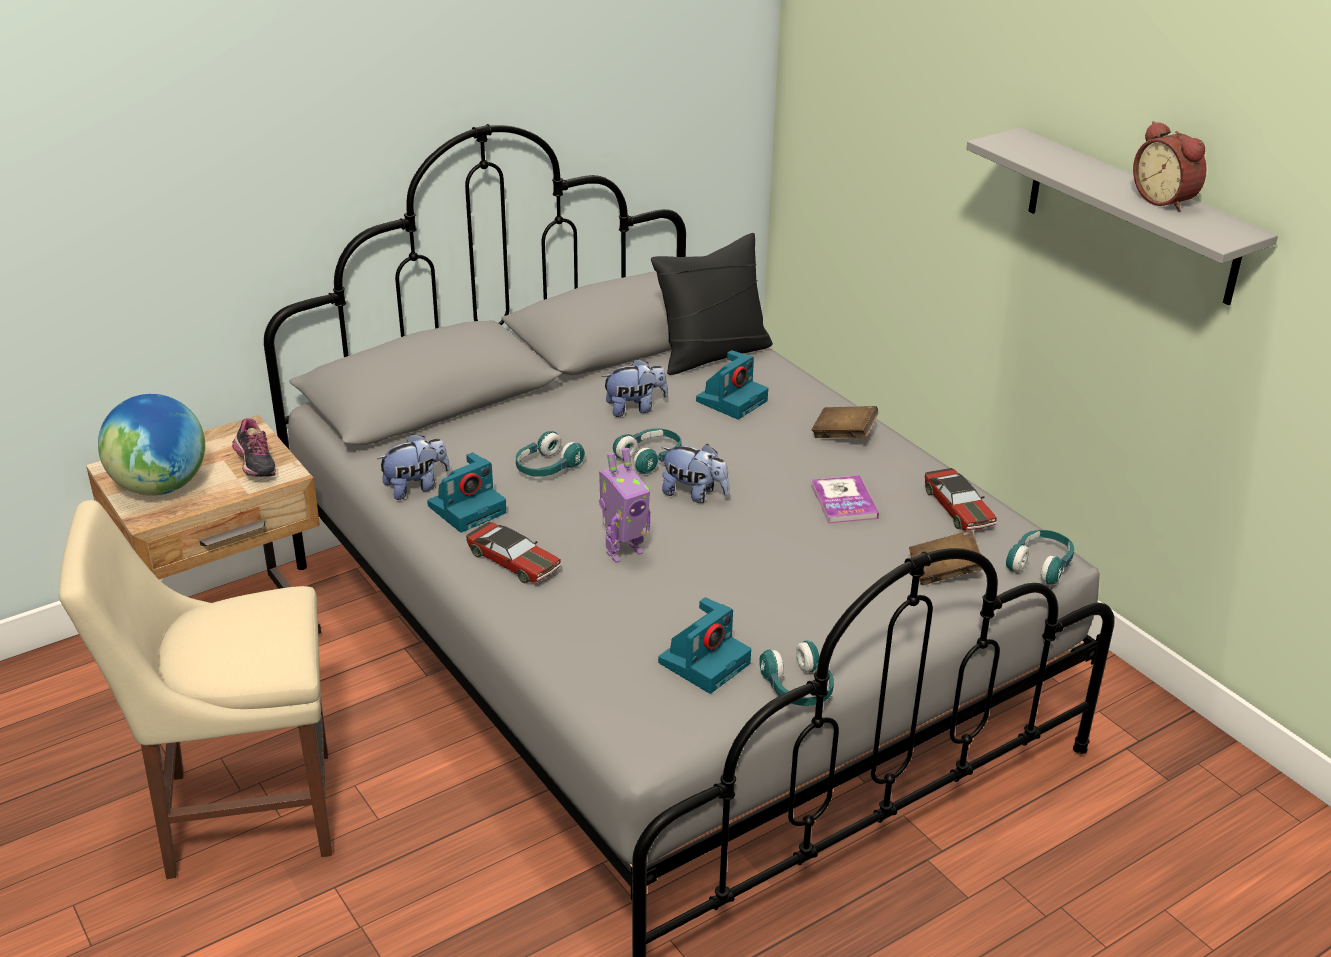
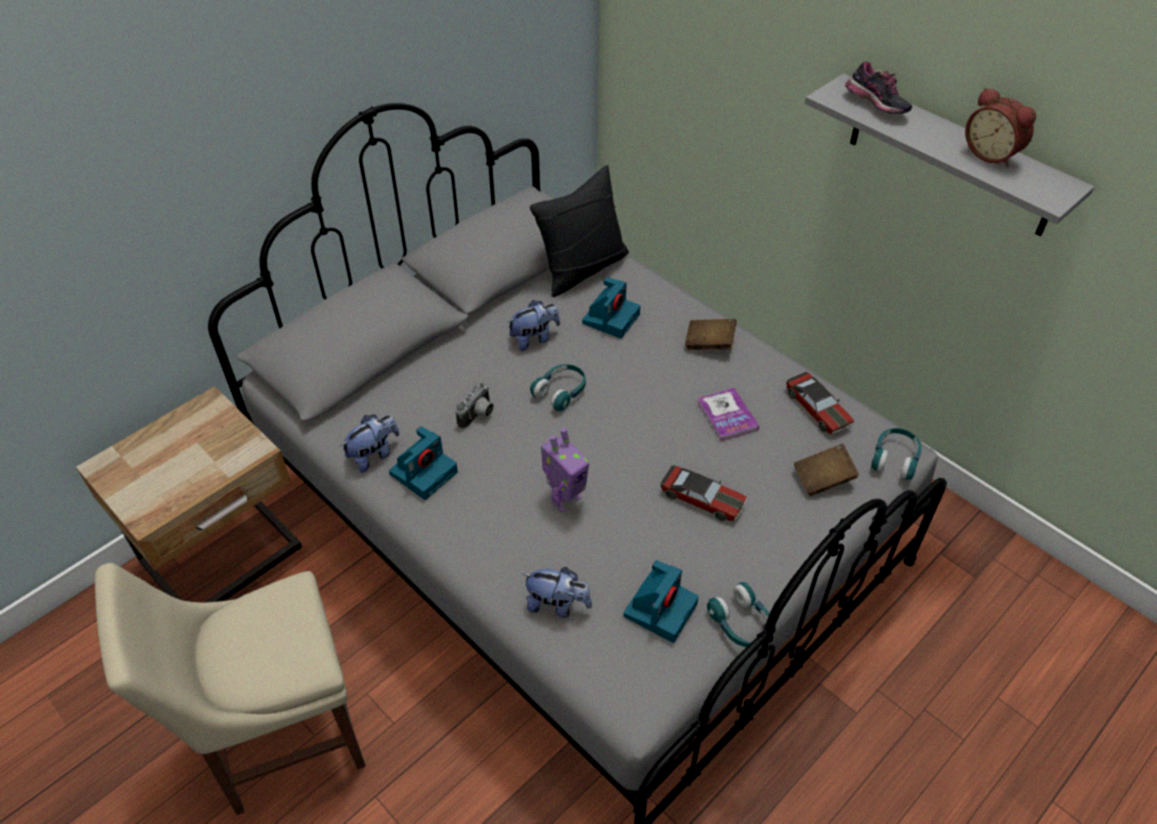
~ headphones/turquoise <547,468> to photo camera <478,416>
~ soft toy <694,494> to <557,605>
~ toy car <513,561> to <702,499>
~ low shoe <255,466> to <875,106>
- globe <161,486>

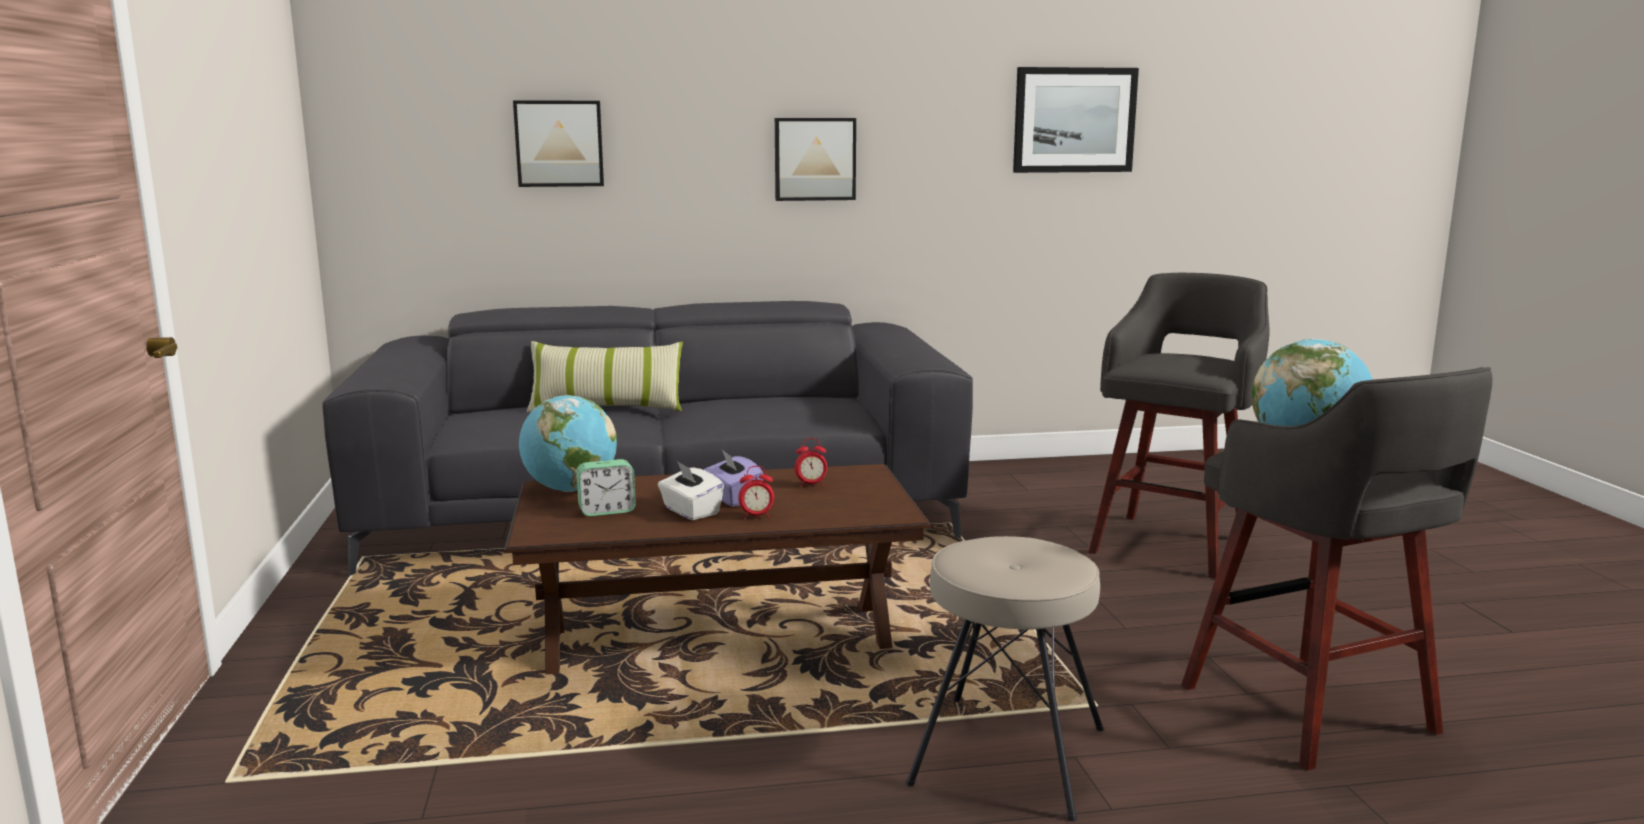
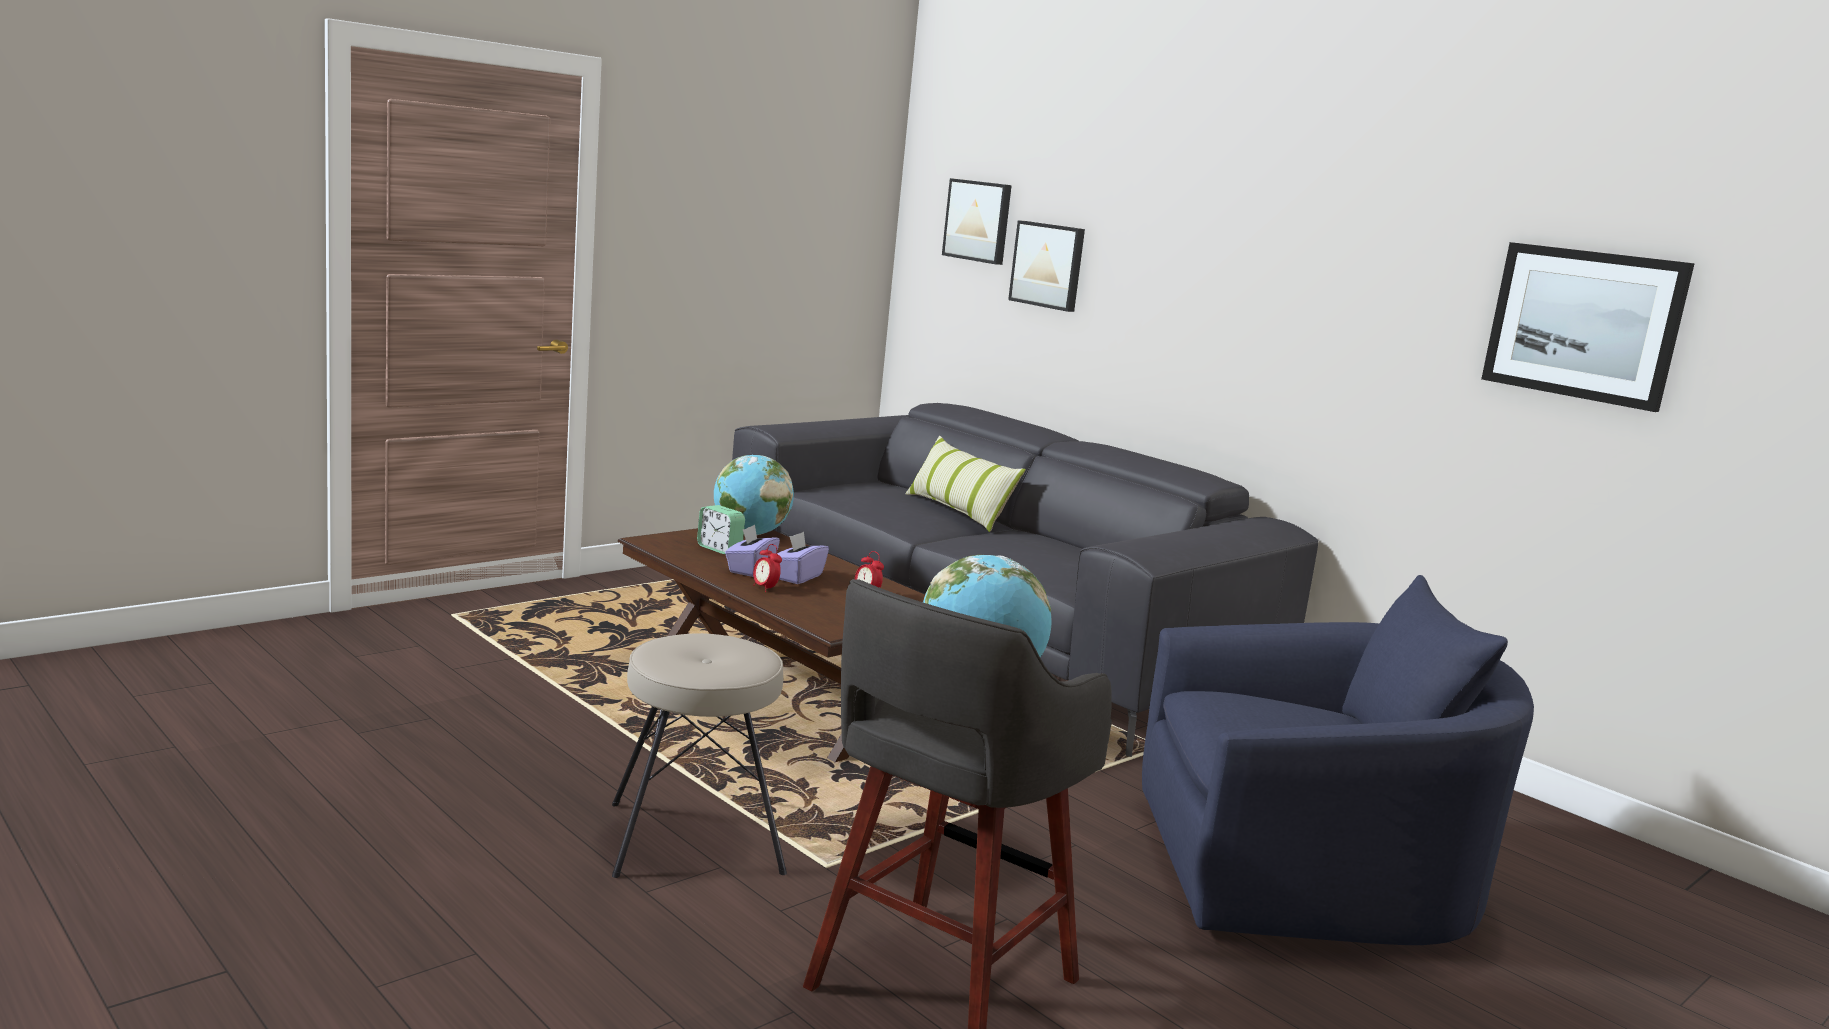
~ tissue holder/whitish <690,511> to tissue holder/purplish <750,569>
~ wall picture <814,159> to <979,221>
~ sitting stool/greyish <1171,543> to armchair/blue-coloured <1304,875>

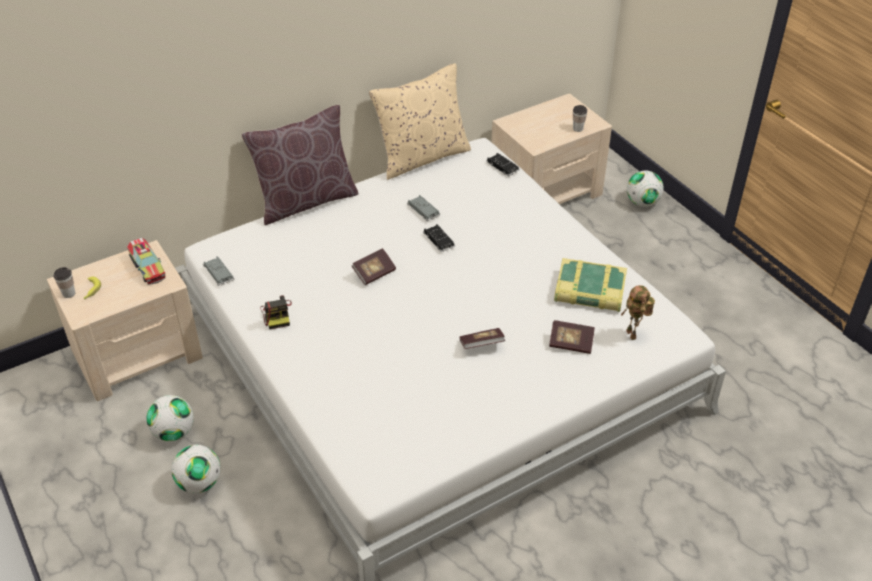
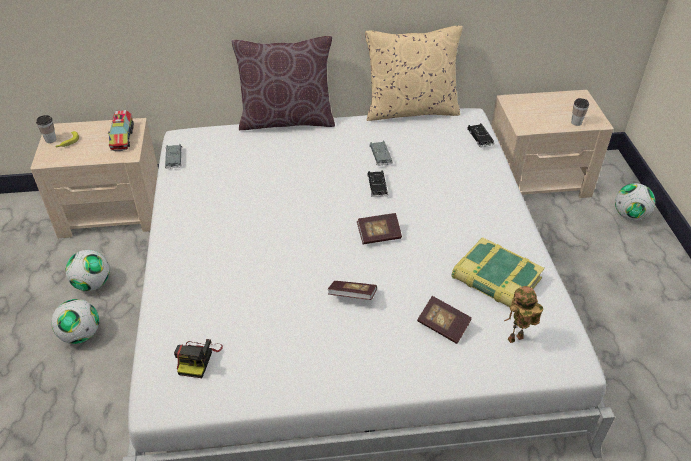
~ photo camera <277,315> to <198,358>
~ book <374,273> to <379,235>
~ toy robot <633,335> = <515,340> 60 degrees clockwise

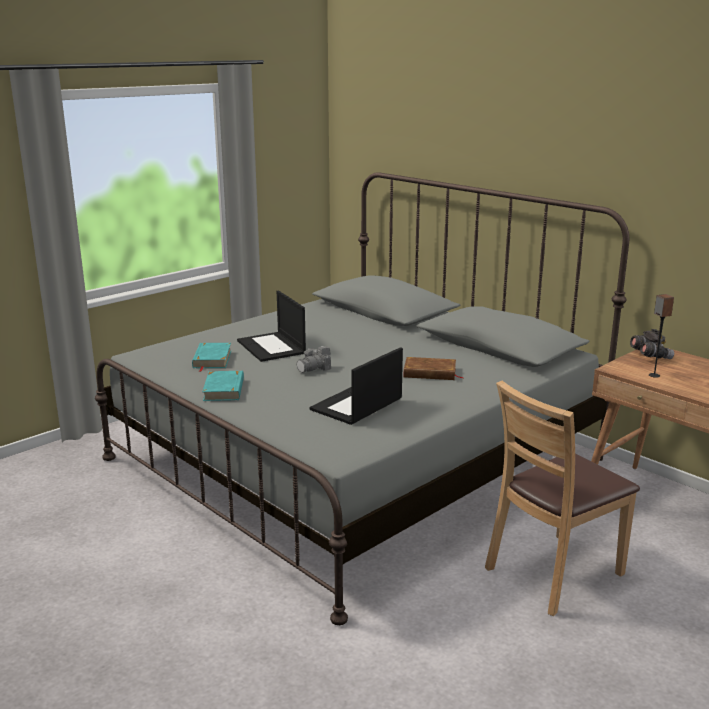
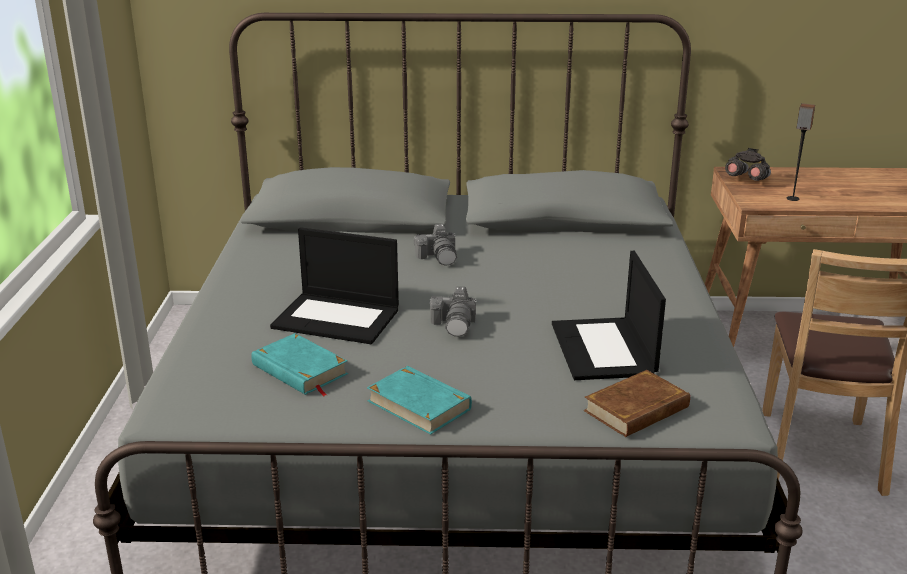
+ photo camera <439,257>
~ book/brown <430,373> to <637,409>

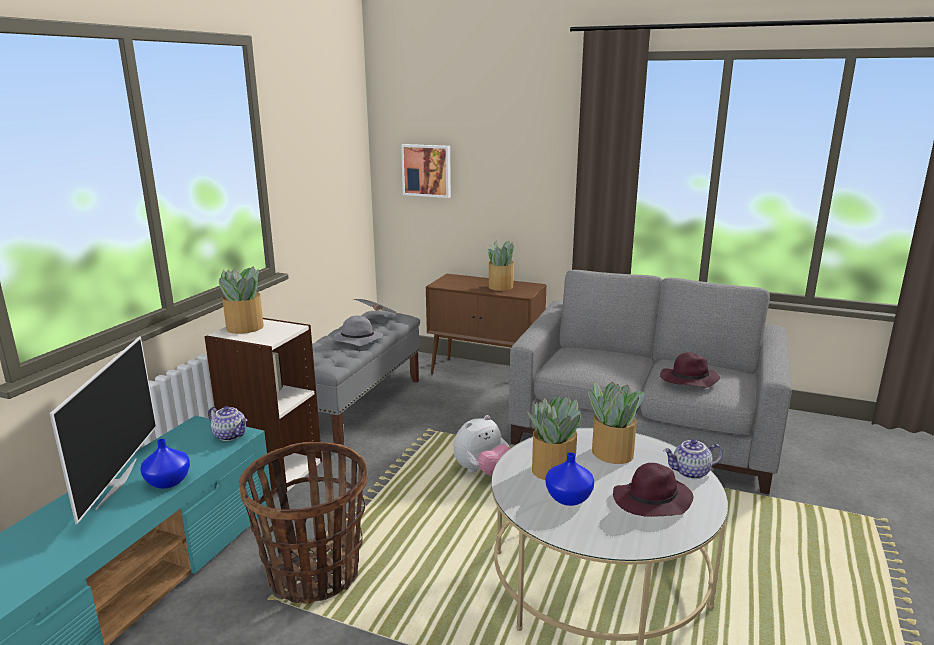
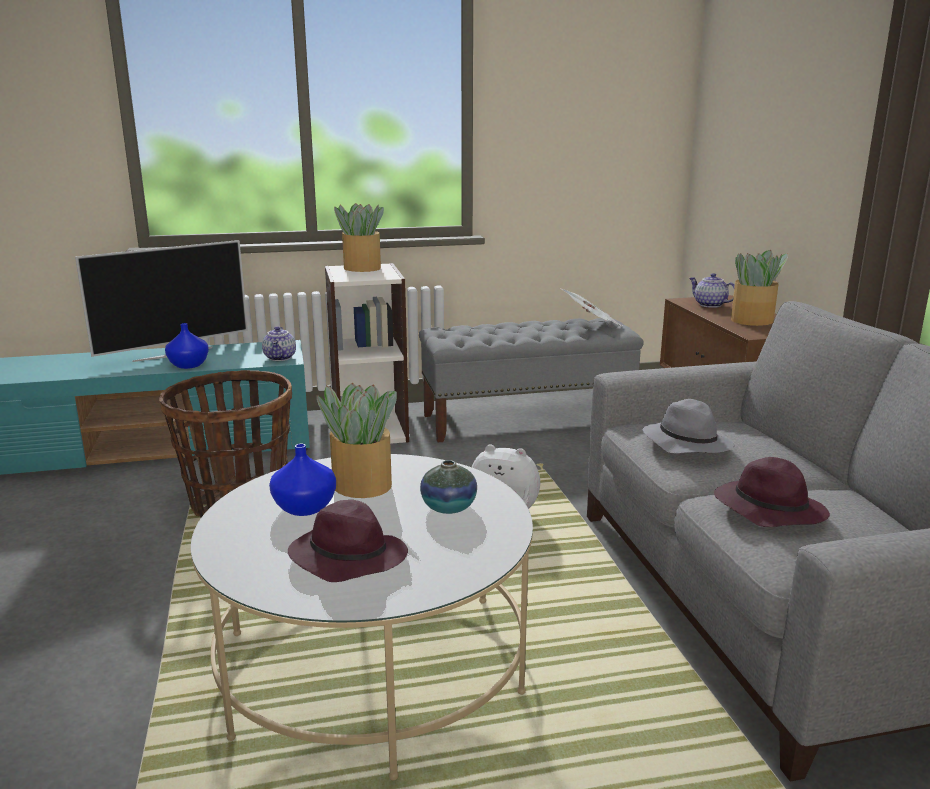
~ plant in a pot <611,452> to decorative vase <448,507>
~ hat/greyish <356,340> to <685,443>
~ teapot <690,473> to <709,305>
- wall picture <427,170>

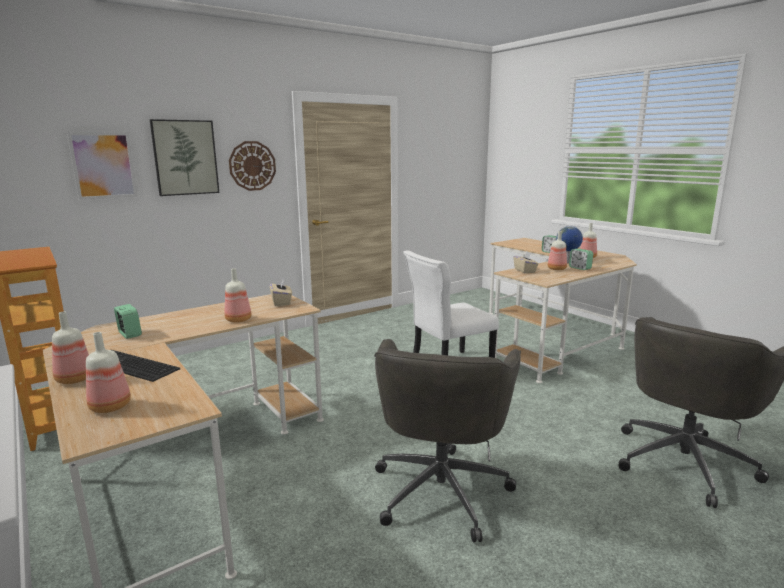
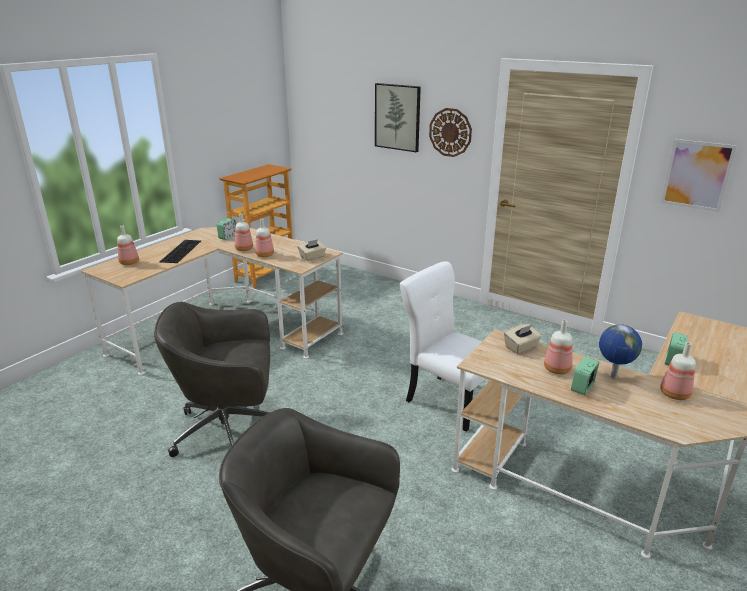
~ bottle <74,380> to <243,249>
~ wall picture <103,165> to <697,175>

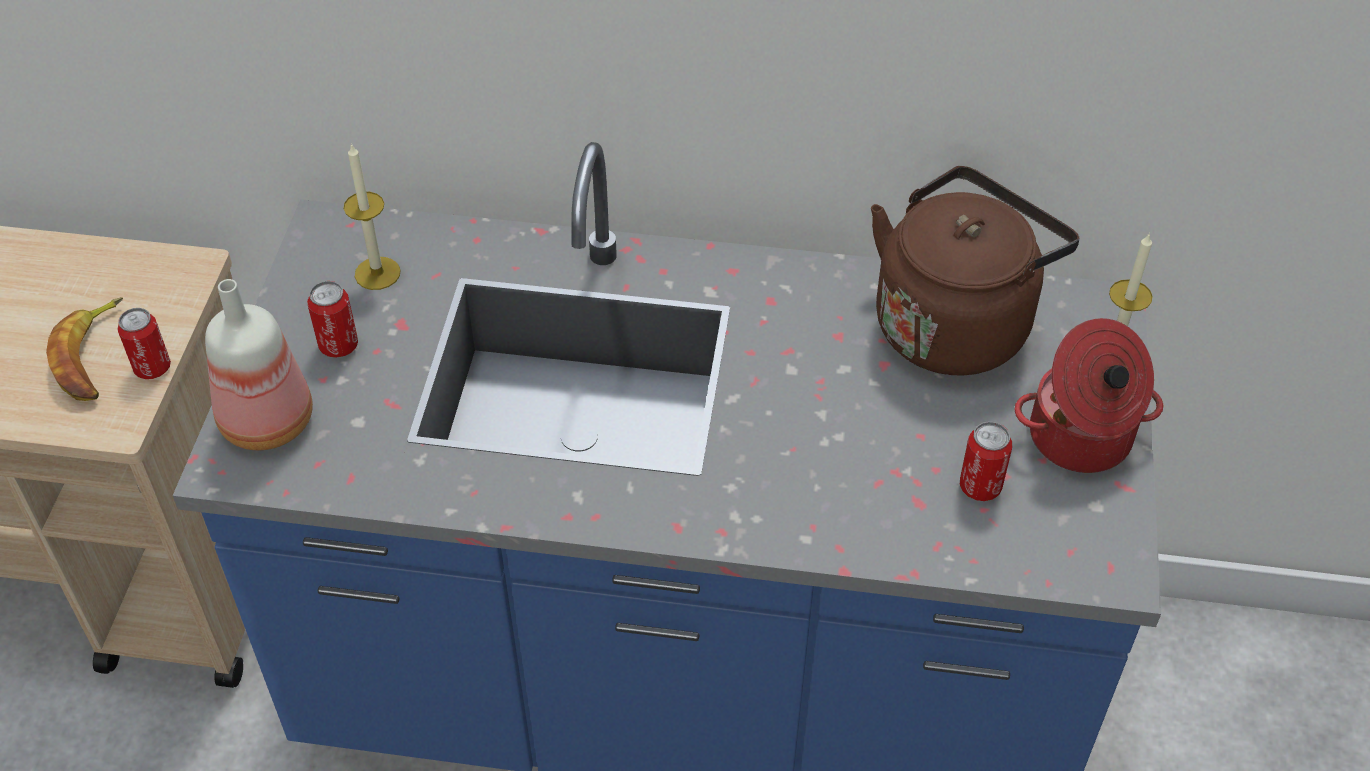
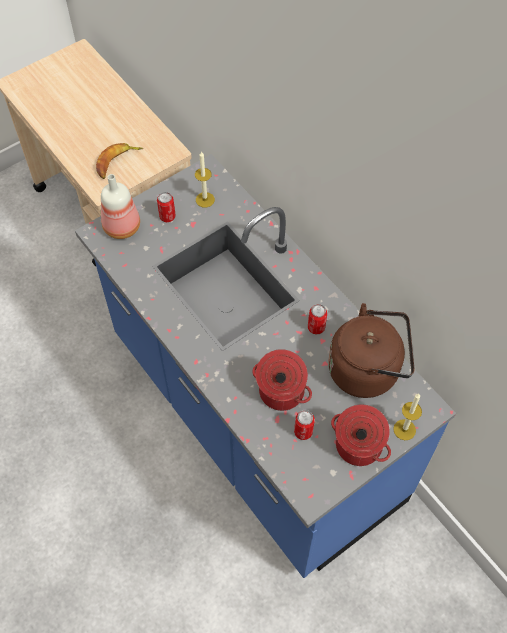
+ stockpot <280,392>
~ sealed can <152,367> to <316,327>

